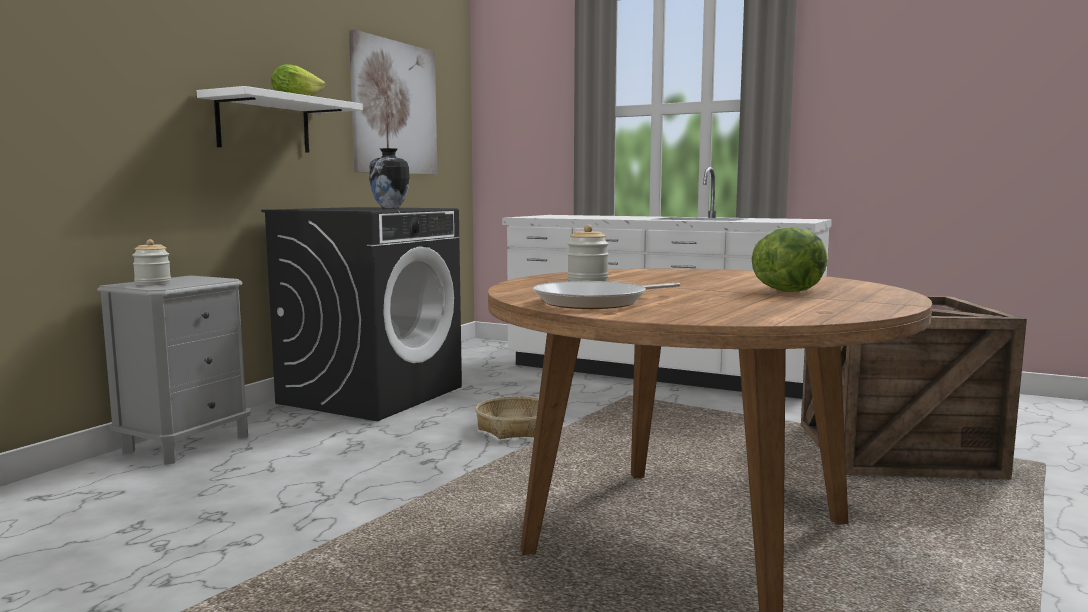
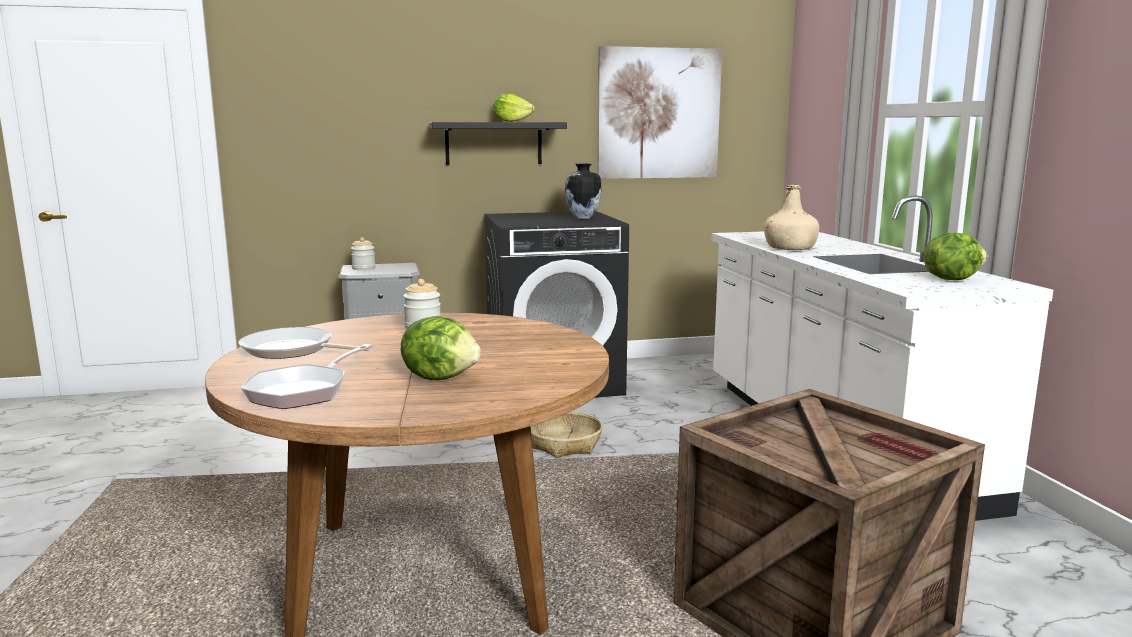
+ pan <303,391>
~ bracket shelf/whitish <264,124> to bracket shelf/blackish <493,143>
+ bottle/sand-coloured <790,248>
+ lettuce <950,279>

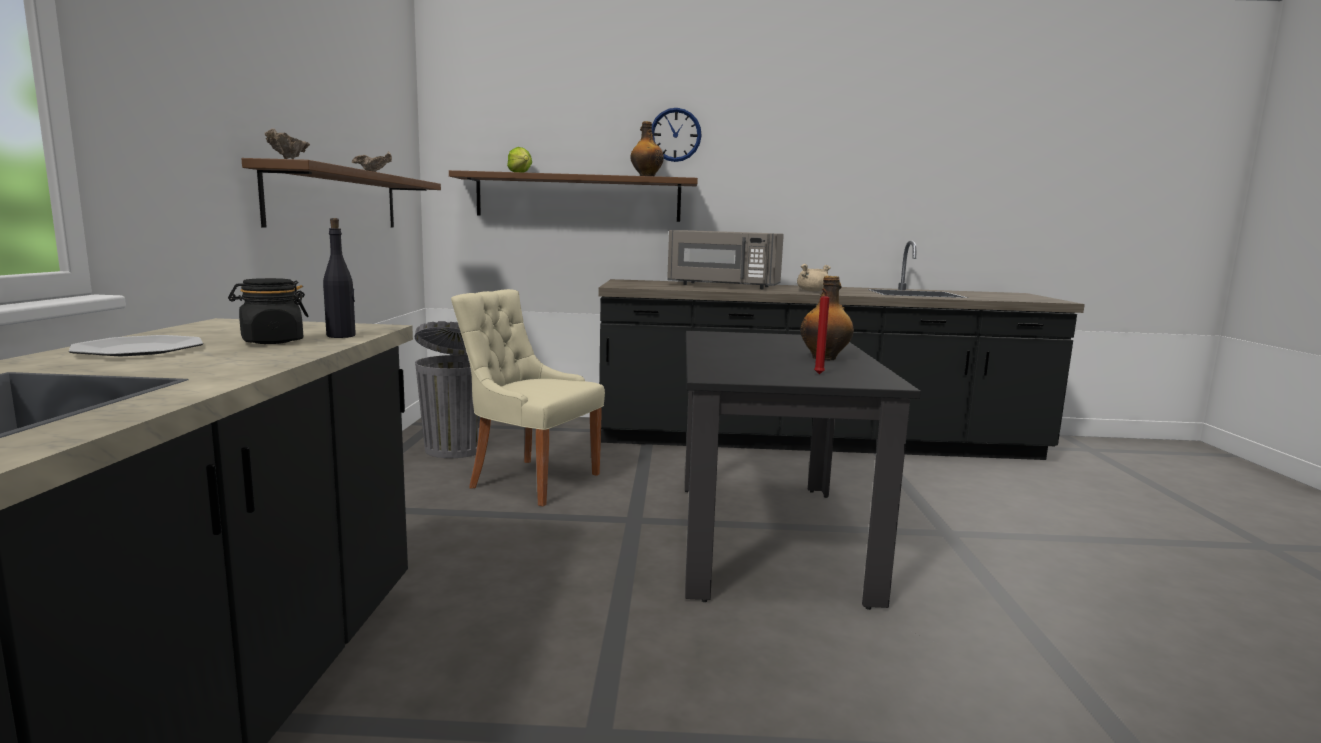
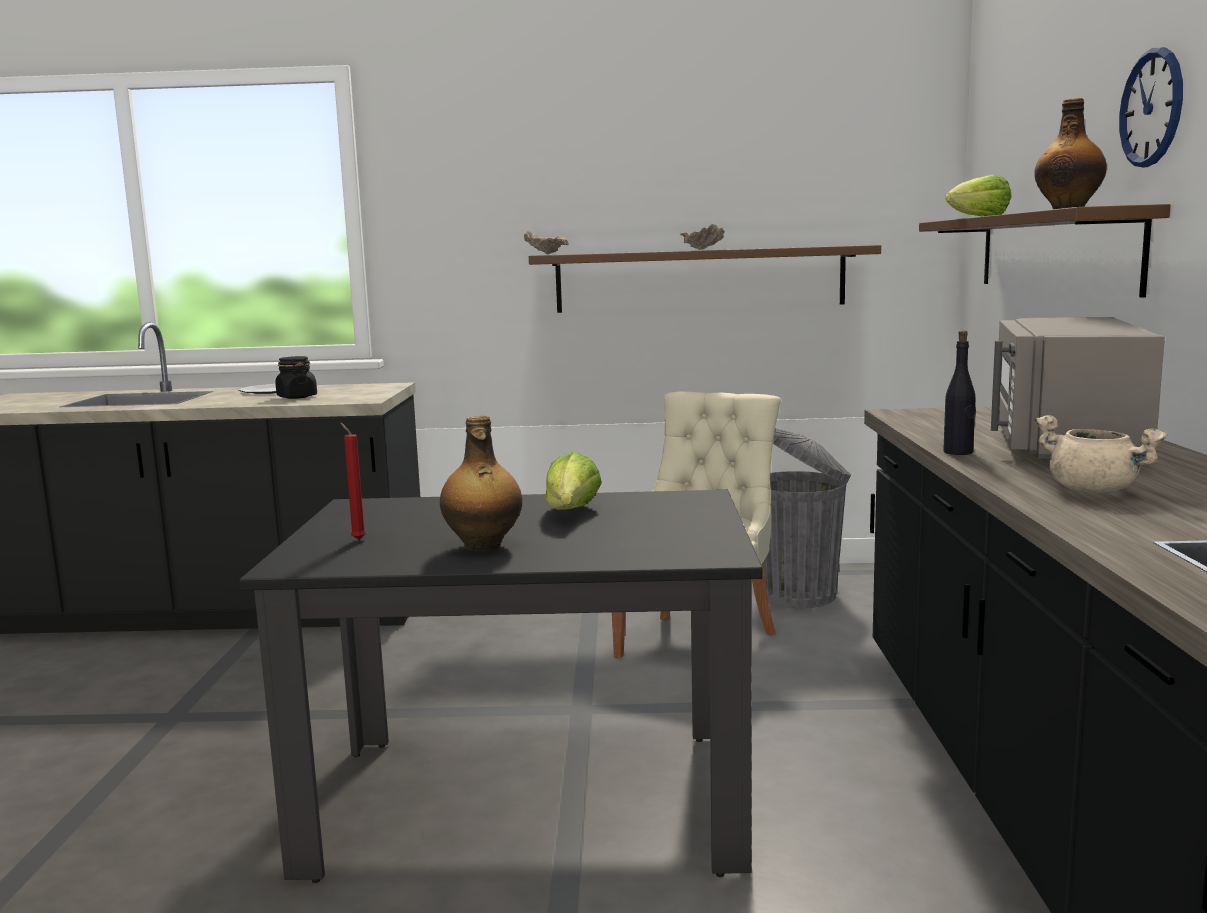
+ lettuce <571,513>
~ bottle/blackish <341,336> to <958,452>

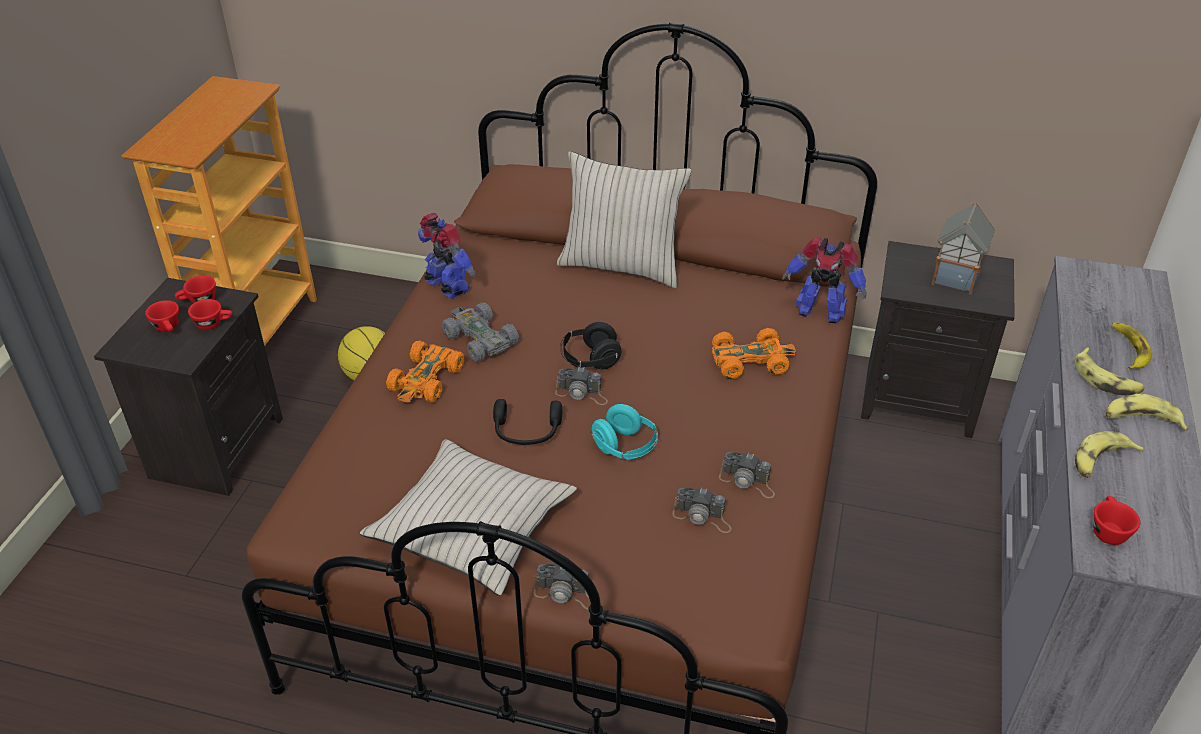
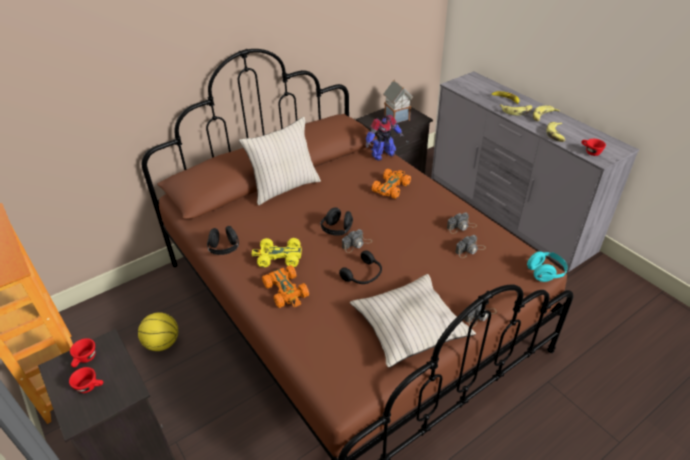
~ toy robot <447,287> to headphones/blackish <224,249>
~ toy car/greyish <479,339> to toy car/yellow-coloured <278,257>
~ headphones/turquoise <625,447> to <545,273>
- cup/red-coloured <214,324>

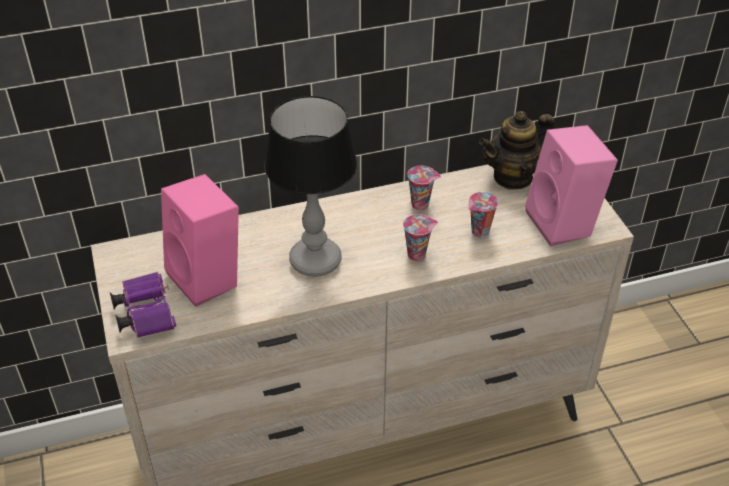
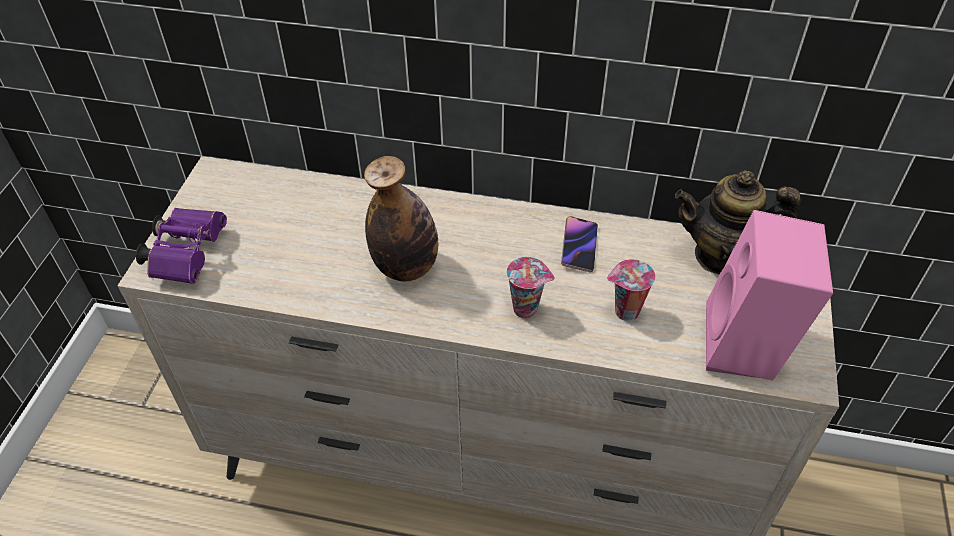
~ lamp for a table <316,260> to bottle <406,267>
~ cup <421,204> to phone <579,246>
- loudspeaker/pink <209,278>

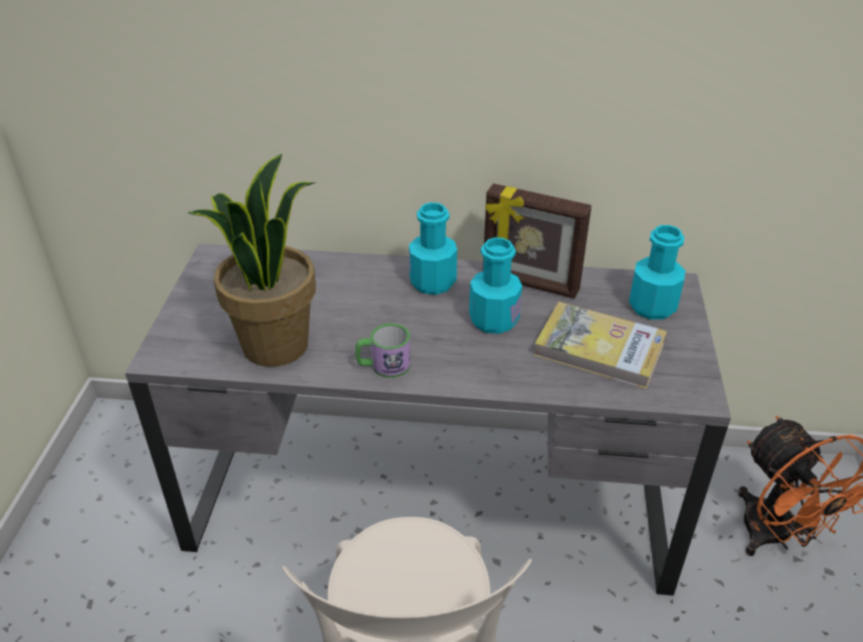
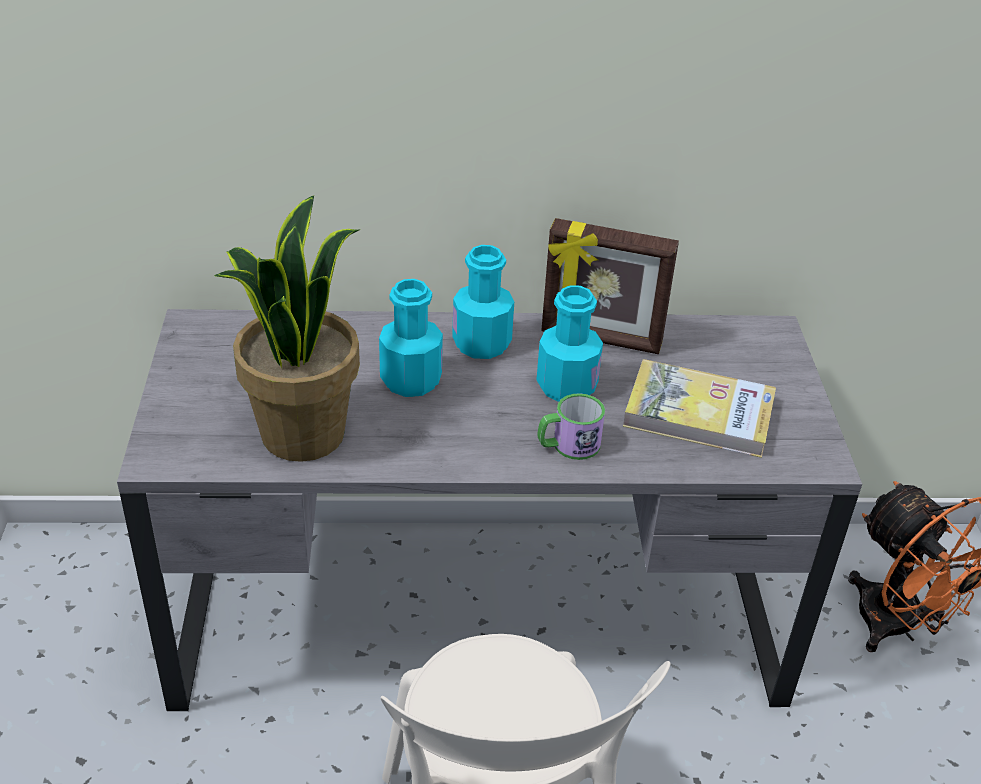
~ bottle/turquoise <652,306> to <411,380>
~ tea mug <383,365> to <568,445>

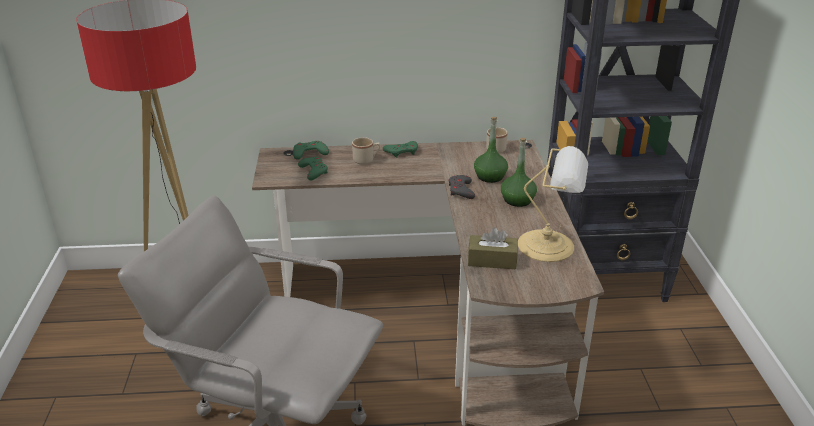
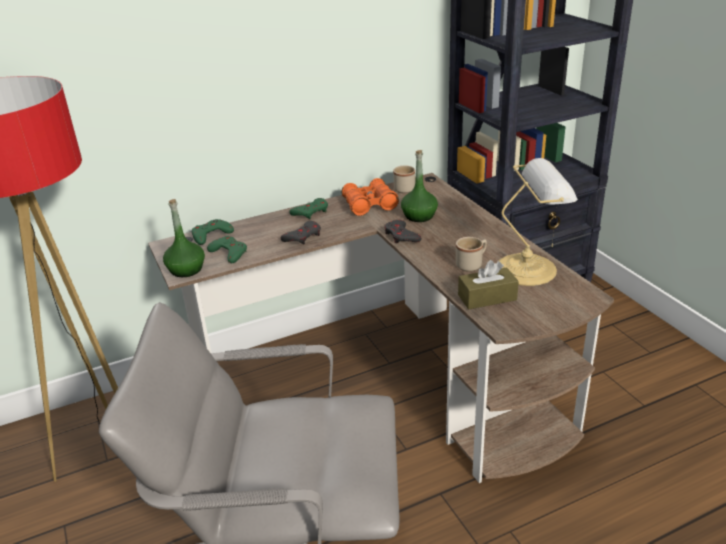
~ bottle/greenish <517,200> to <186,269>
+ game controller/greyish <303,236>
+ binoculars/orangey <369,205>
~ tea mug/sand-coloured <366,160> to <471,264>

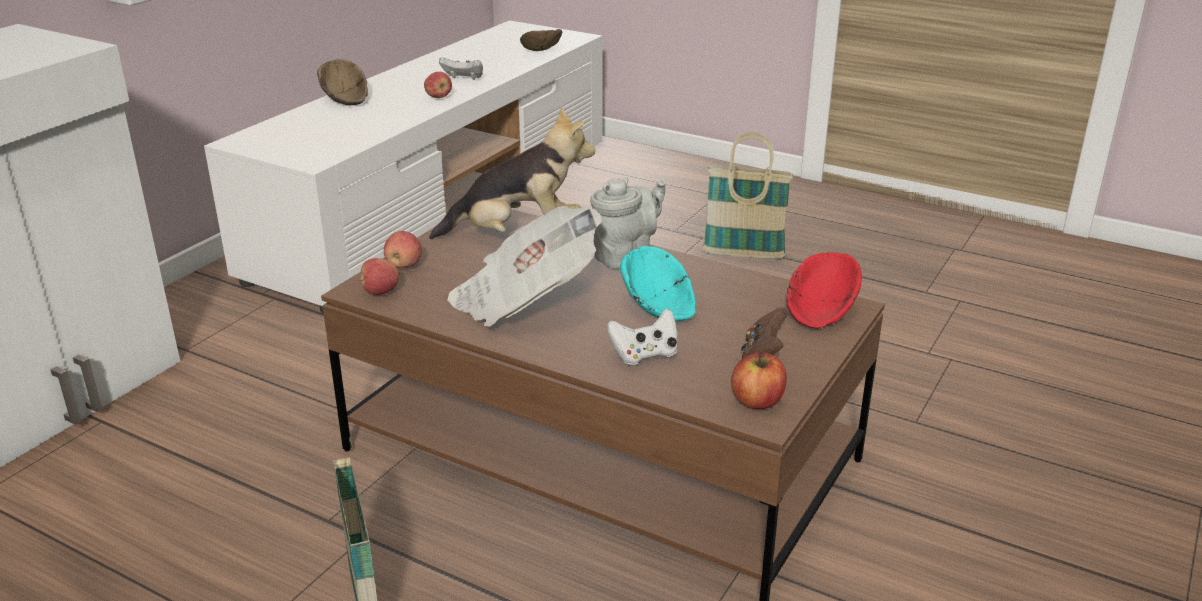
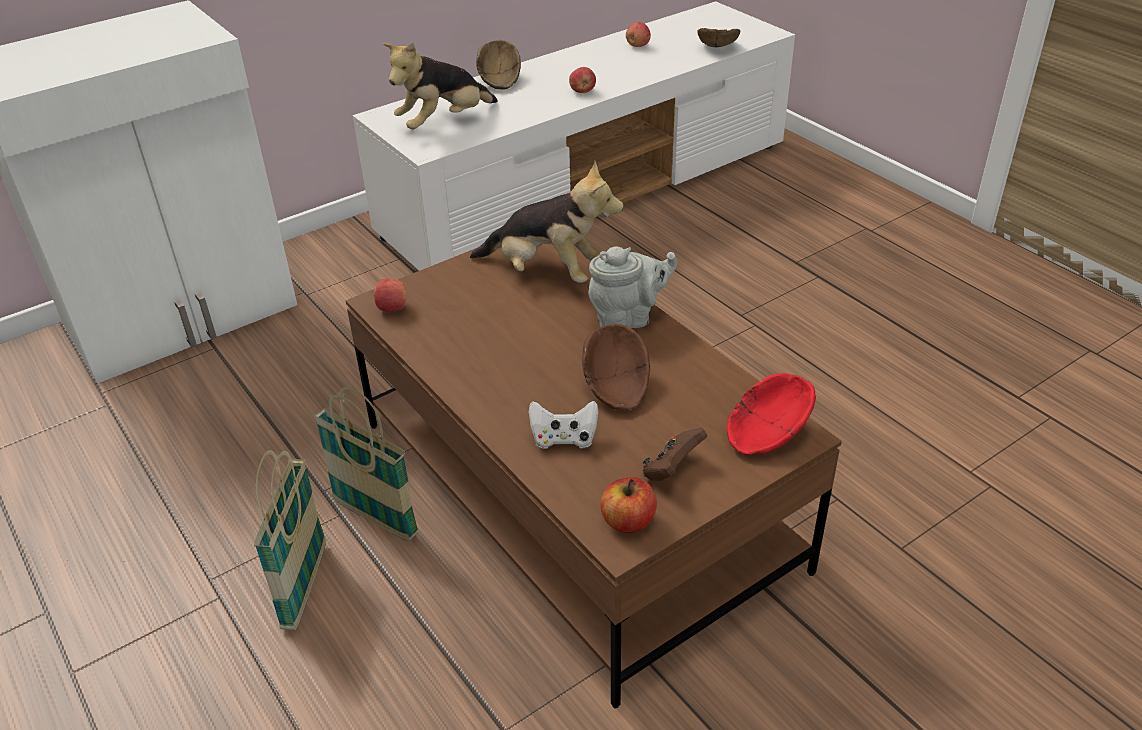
~ storage basket <743,254> to <375,518>
+ soft toy <443,122>
~ bowl/turquoise <658,307> to bowl/brown <615,387>
~ apple <404,265> to <638,45>
- game controller/whitish <463,79>
- printed paper <524,300>

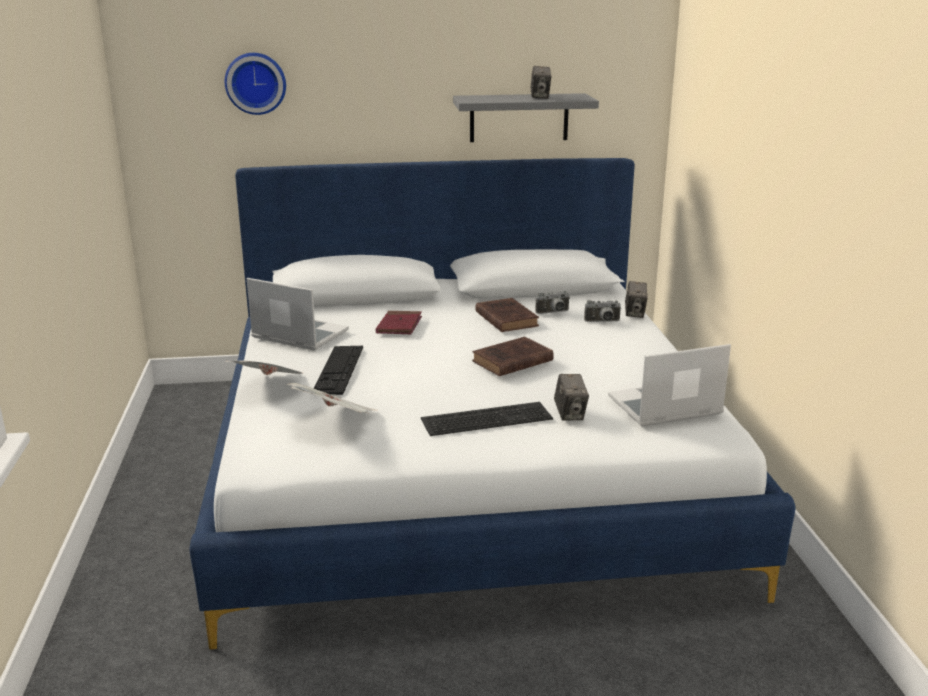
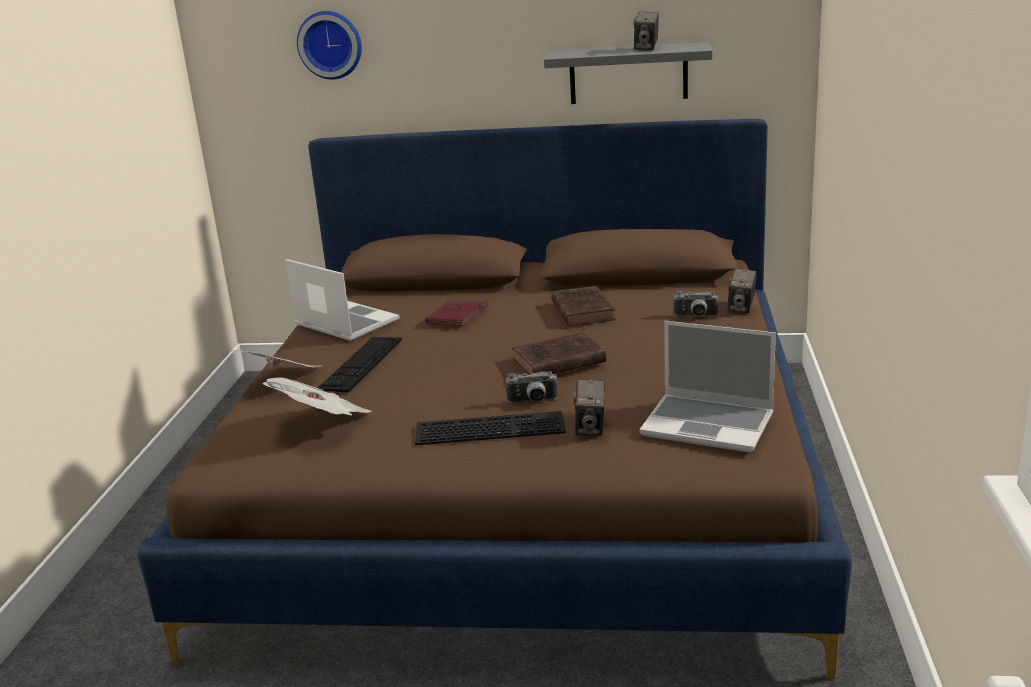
~ sleeping bed/whitish <464,470> to sleeping bed/brown <526,484>
~ photo camera <553,313> to <533,402>
~ laptop <664,407> = <709,425> 150 degrees counterclockwise

